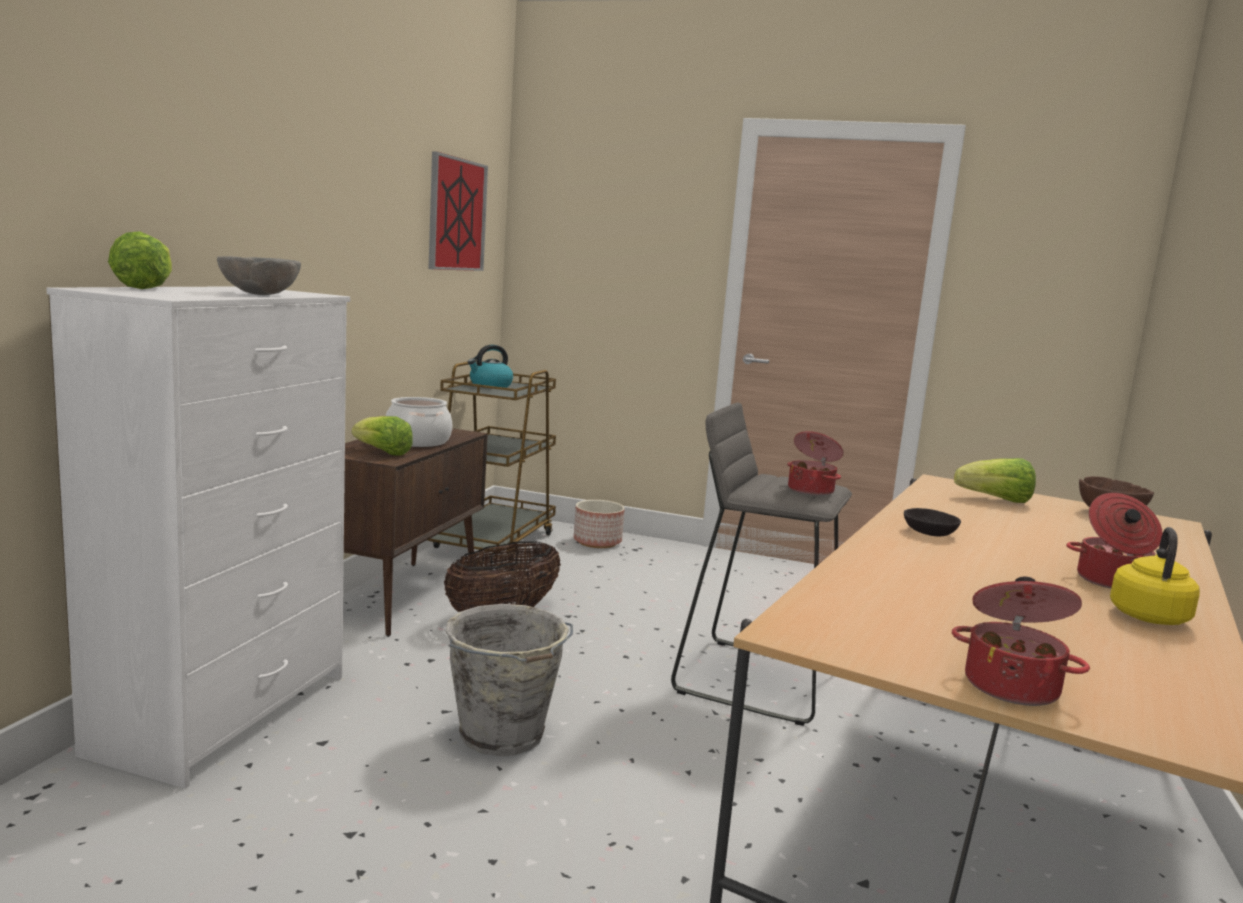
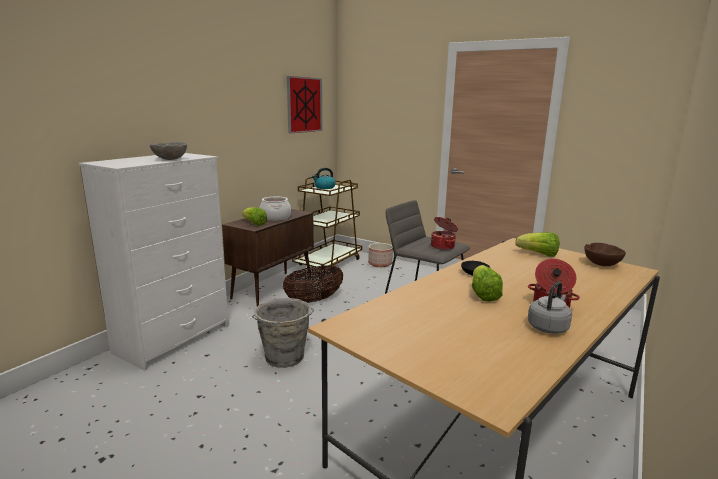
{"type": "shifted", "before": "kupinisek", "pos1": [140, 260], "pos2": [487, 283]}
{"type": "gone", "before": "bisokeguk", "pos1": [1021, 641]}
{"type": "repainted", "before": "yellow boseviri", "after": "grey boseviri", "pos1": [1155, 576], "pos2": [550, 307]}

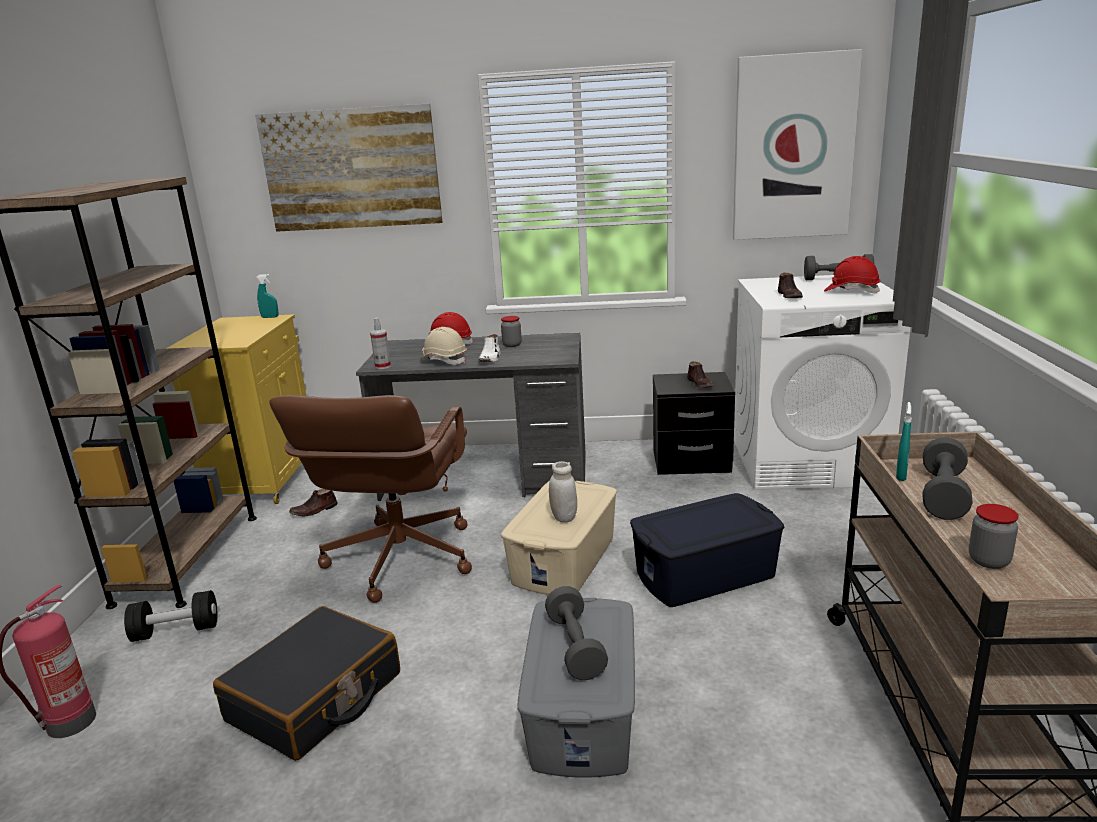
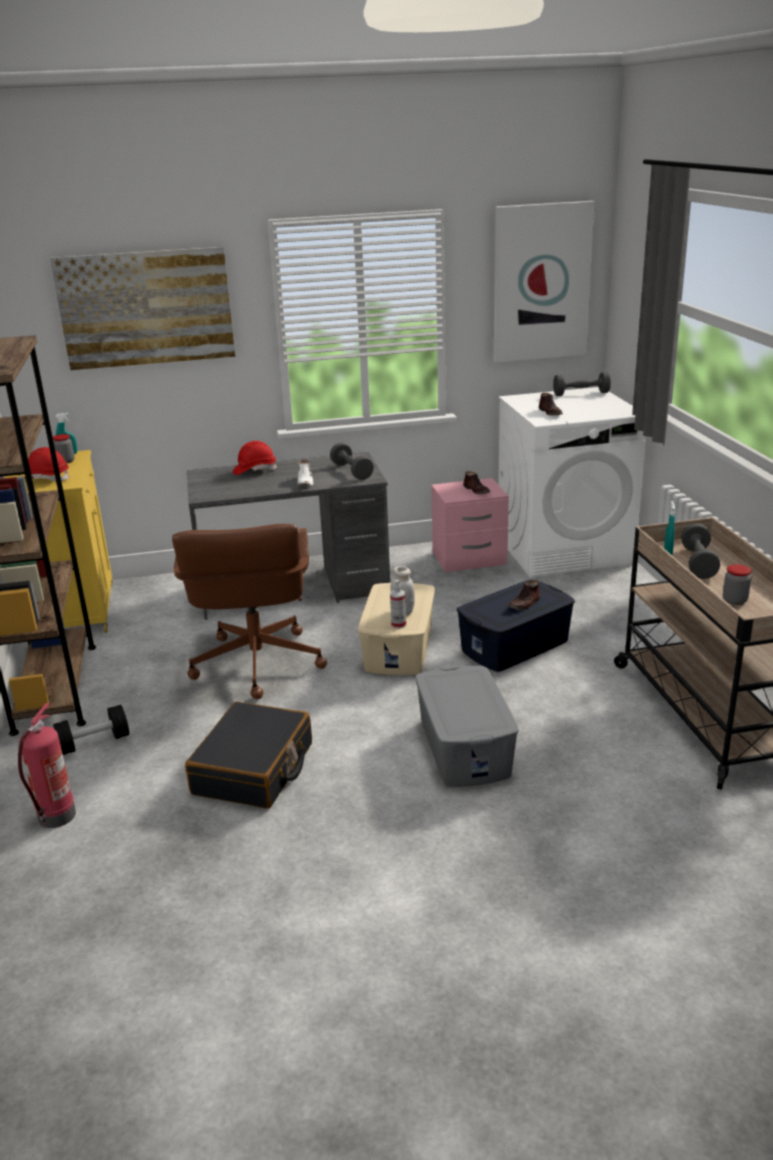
{"type": "shifted", "before": "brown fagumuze", "pos1": [313, 502], "pos2": [524, 595]}
{"type": "shifted", "before": "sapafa", "pos1": [380, 343], "pos2": [398, 604]}
{"type": "gone", "before": "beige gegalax", "pos1": [443, 346]}
{"type": "shifted", "before": "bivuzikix", "pos1": [511, 331], "pos2": [63, 448]}
{"type": "shifted", "before": "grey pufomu", "pos1": [576, 633], "pos2": [352, 461]}
{"type": "repainted", "before": "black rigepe", "after": "pink rigepe", "pos1": [694, 423], "pos2": [470, 525]}
{"type": "shifted", "before": "red gegalax", "pos1": [852, 274], "pos2": [47, 464]}

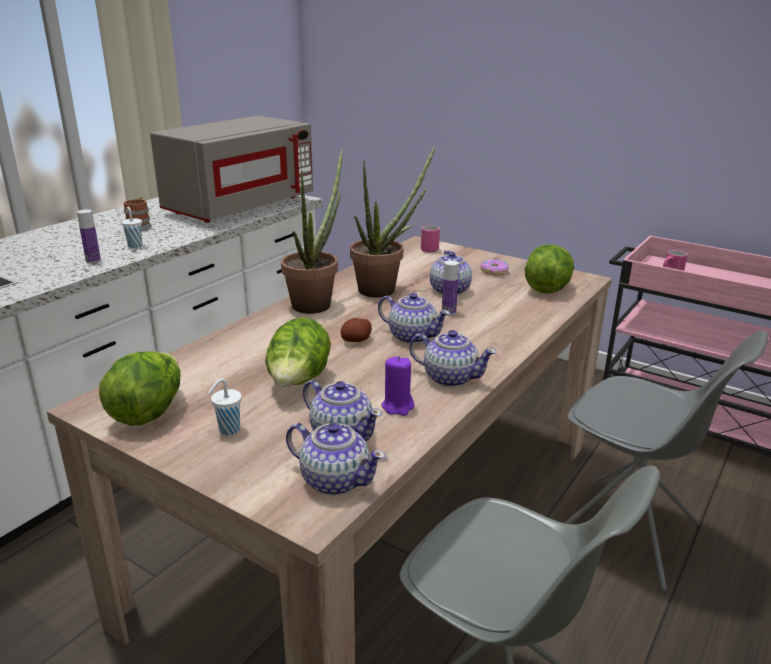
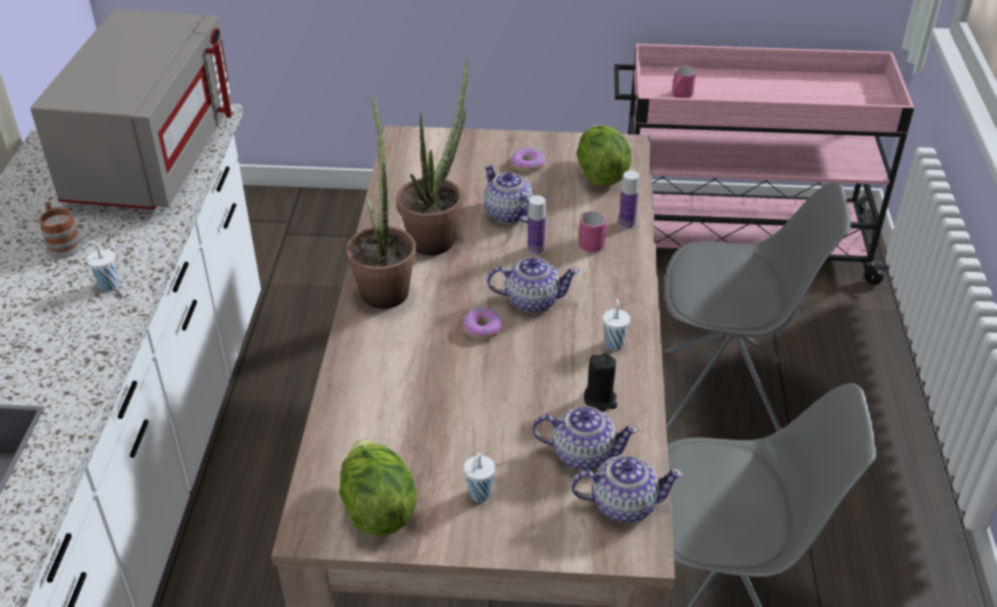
{"type": "shifted", "before": "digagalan", "pos1": [89, 236], "pos2": [629, 200]}
{"type": "gone", "before": "kupinisek", "pos1": [298, 351]}
{"type": "swapped", "before": "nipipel", "after": "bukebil", "pos1": [356, 330], "pos2": [483, 323]}
{"type": "repainted", "before": "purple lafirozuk", "after": "black lafirozuk", "pos1": [397, 386], "pos2": [600, 382]}
{"type": "swapped", "before": "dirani", "after": "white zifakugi", "pos1": [453, 358], "pos2": [616, 325]}
{"type": "shifted", "before": "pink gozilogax", "pos1": [430, 239], "pos2": [592, 231]}

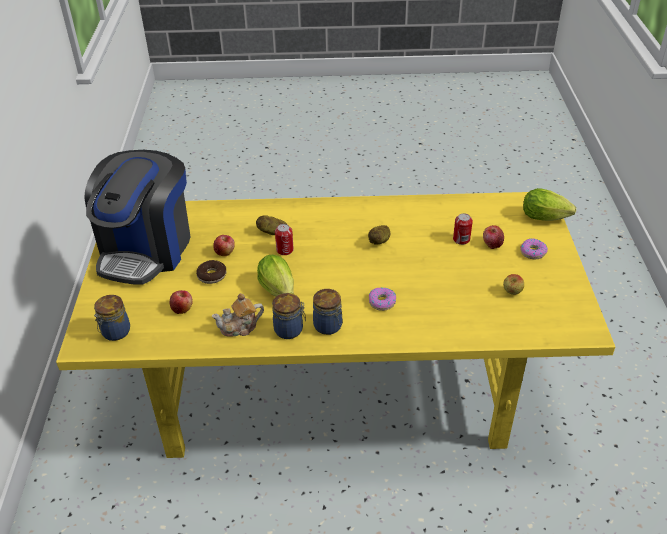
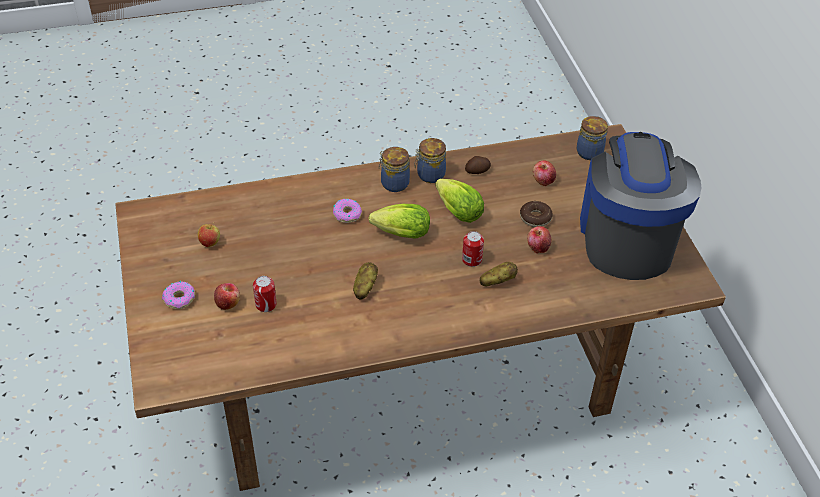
{"type": "repainted", "before": "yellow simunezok", "after": "brown simunezok", "pos1": [335, 325], "pos2": [420, 307]}
{"type": "swapped", "before": "dirani", "after": "nipipel", "pos1": [238, 315], "pos2": [478, 165]}
{"type": "shifted", "before": "kupinisek", "pos1": [549, 204], "pos2": [399, 221]}

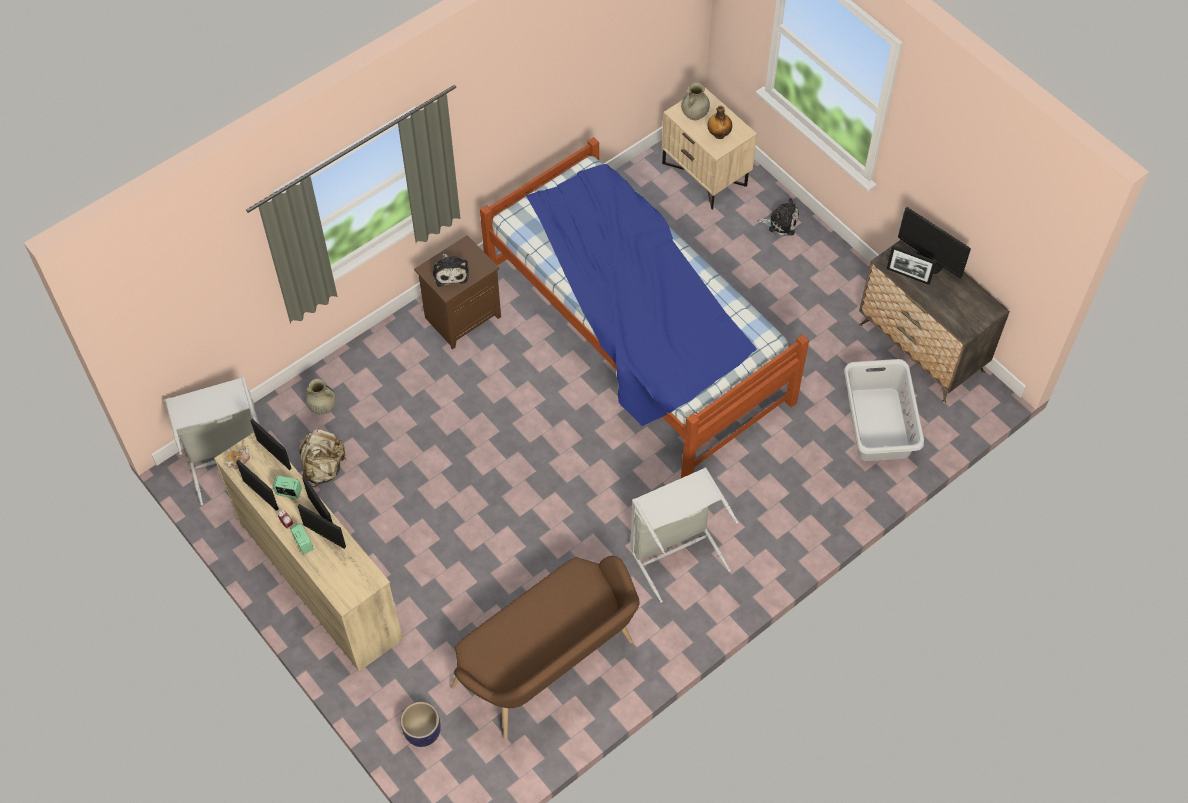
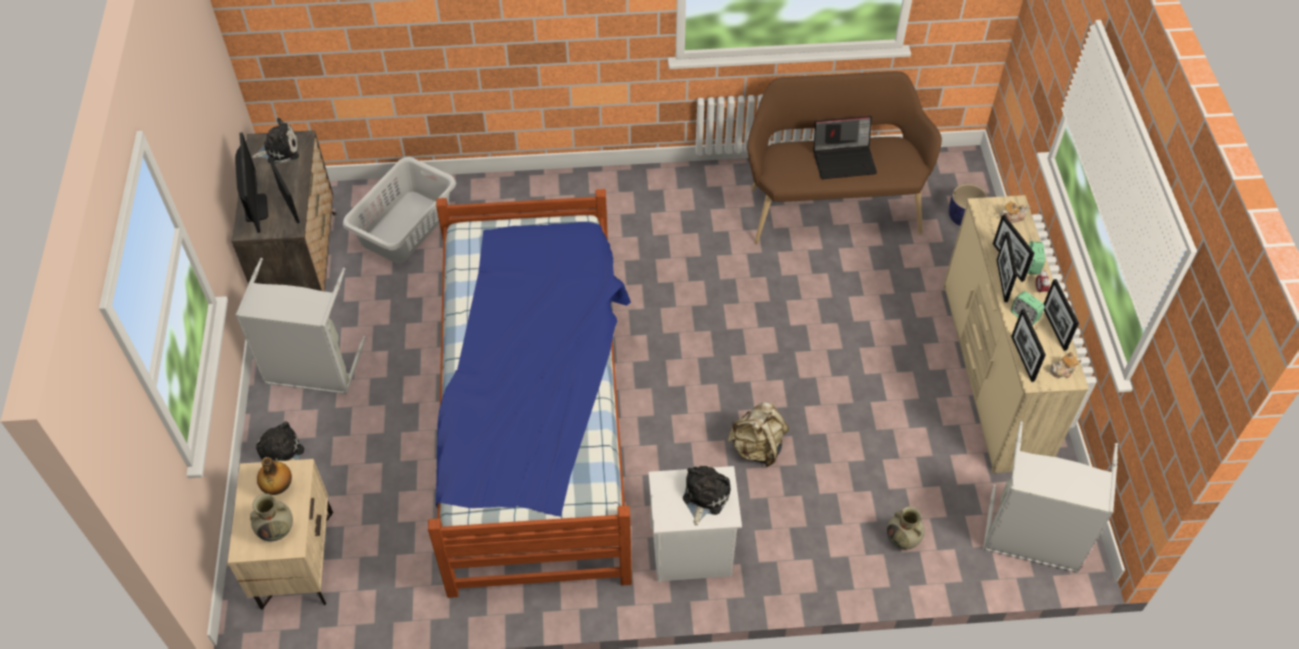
{"type": "shifted", "before": "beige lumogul", "pos1": [323, 458], "pos2": [758, 434]}
{"type": "repainted", "before": "brown rigepe", "after": "white rigepe", "pos1": [457, 292], "pos2": [695, 524]}
{"type": "shifted", "before": "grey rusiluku", "pos1": [684, 535], "pos2": [300, 326]}
{"type": "new", "after": "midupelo", "pos2": [275, 140]}
{"type": "new", "after": "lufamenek", "pos2": [845, 147]}
{"type": "new", "after": "dirani", "pos2": [1015, 212]}

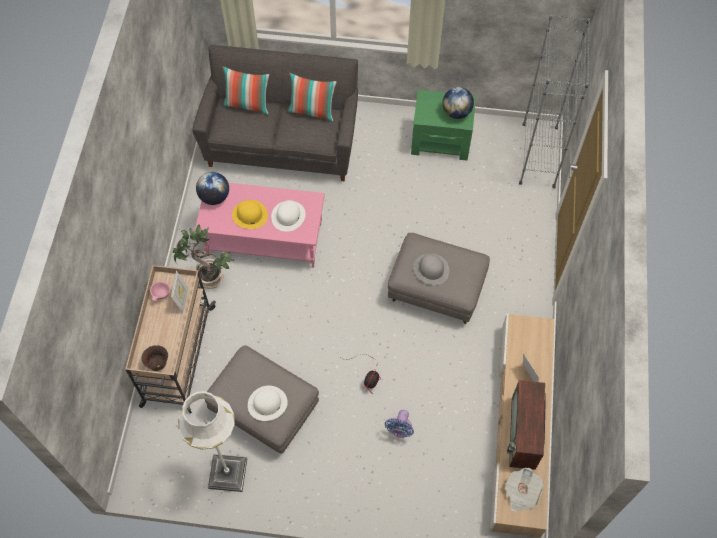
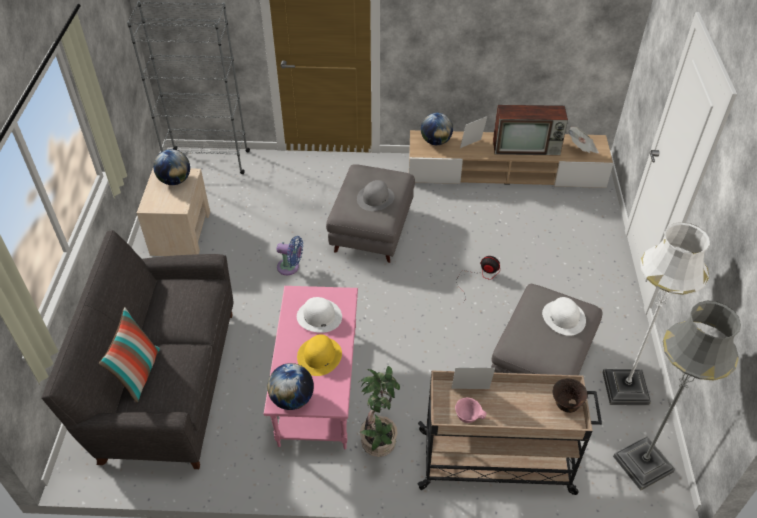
{"type": "gone", "before": "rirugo", "pos1": [312, 97]}
{"type": "shifted", "before": "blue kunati", "pos1": [399, 424], "pos2": [289, 255]}
{"type": "repainted", "before": "green rigepe", "after": "beige rigepe", "pos1": [443, 125], "pos2": [173, 212]}
{"type": "new", "after": "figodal", "pos2": [437, 129]}
{"type": "new", "after": "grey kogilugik", "pos2": [677, 396]}

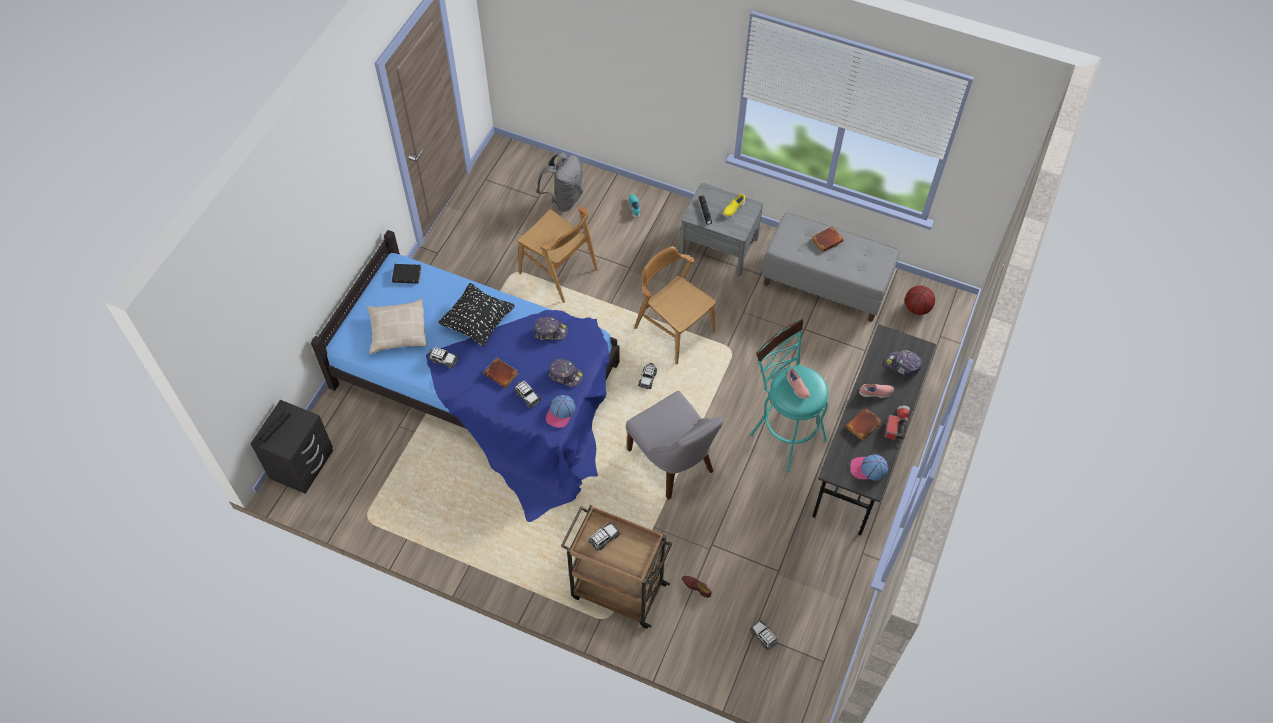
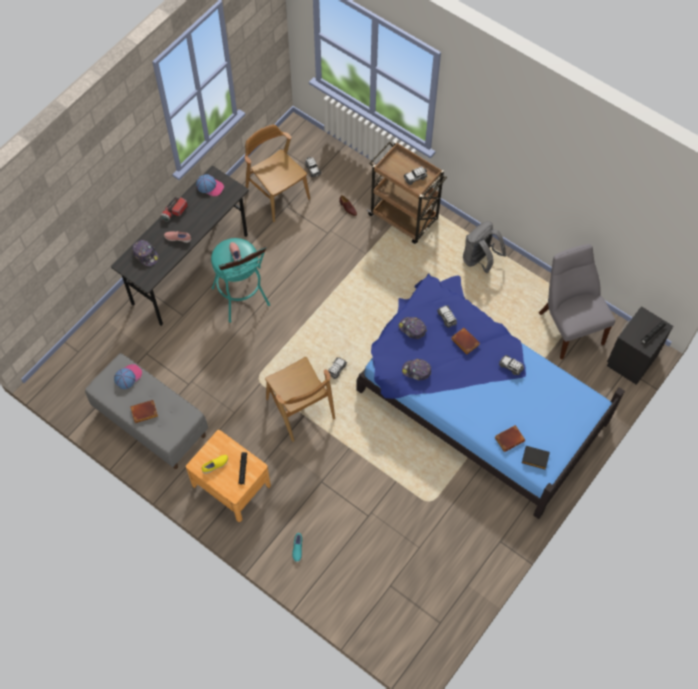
{"type": "gone", "before": "beige rirugo", "pos1": [397, 326]}
{"type": "gone", "before": "black rirugo", "pos1": [476, 315]}
{"type": "shifted", "before": "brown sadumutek", "pos1": [557, 254], "pos2": [277, 173]}
{"type": "shifted", "before": "grey lumogul", "pos1": [559, 182], "pos2": [484, 247]}
{"type": "shifted", "before": "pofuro", "pos1": [561, 411], "pos2": [128, 376]}
{"type": "shifted", "before": "grey sadumutek", "pos1": [674, 445], "pos2": [577, 301]}
{"type": "repainted", "before": "grey rigepe", "after": "brown rigepe", "pos1": [721, 229], "pos2": [228, 476]}
{"type": "shifted", "before": "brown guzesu", "pos1": [864, 424], "pos2": [510, 438]}
{"type": "gone", "before": "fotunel", "pos1": [920, 300]}

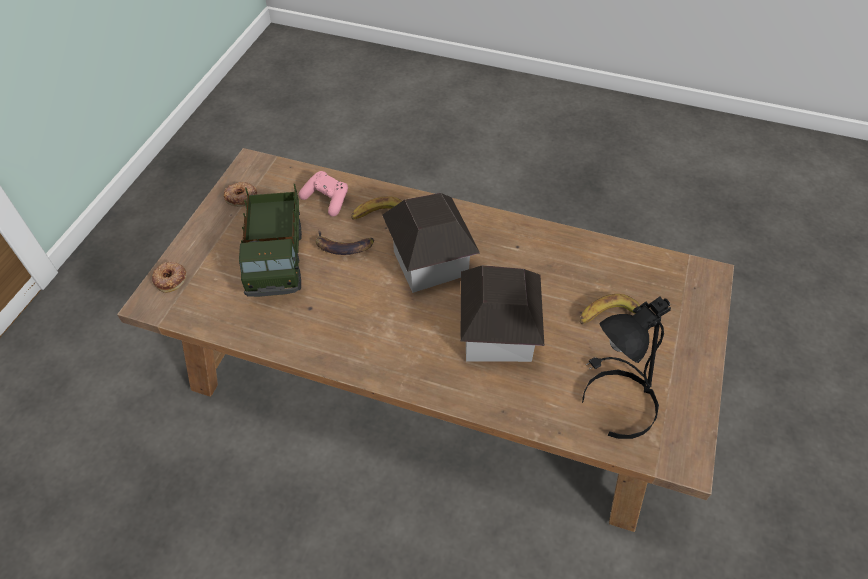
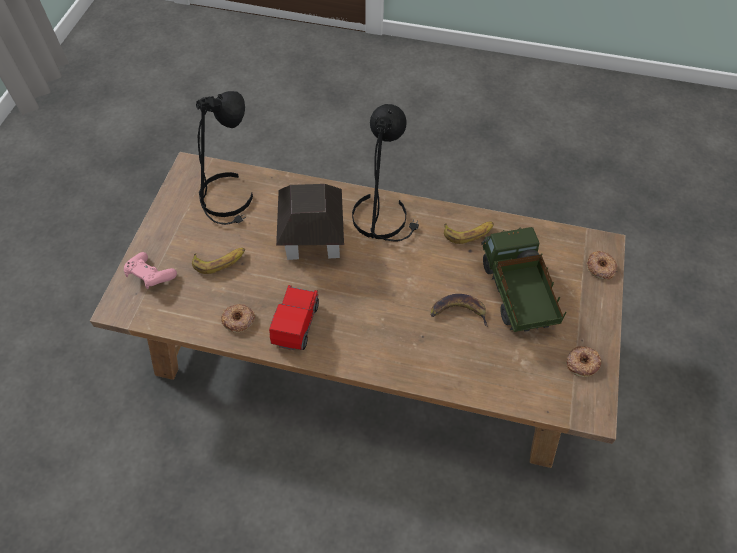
{"type": "shifted", "before": "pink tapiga", "pos1": [323, 194], "pos2": [150, 270]}
{"type": "shifted", "before": "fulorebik", "pos1": [376, 208], "pos2": [469, 232]}
{"type": "gone", "before": "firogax", "pos1": [431, 243]}
{"type": "new", "after": "bukebil", "pos2": [238, 318]}
{"type": "new", "after": "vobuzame", "pos2": [294, 317]}
{"type": "new", "after": "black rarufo", "pos2": [385, 172]}

